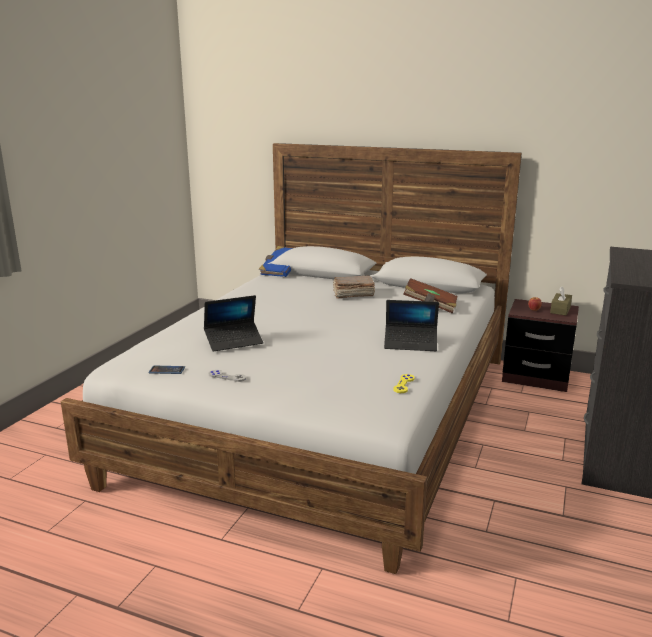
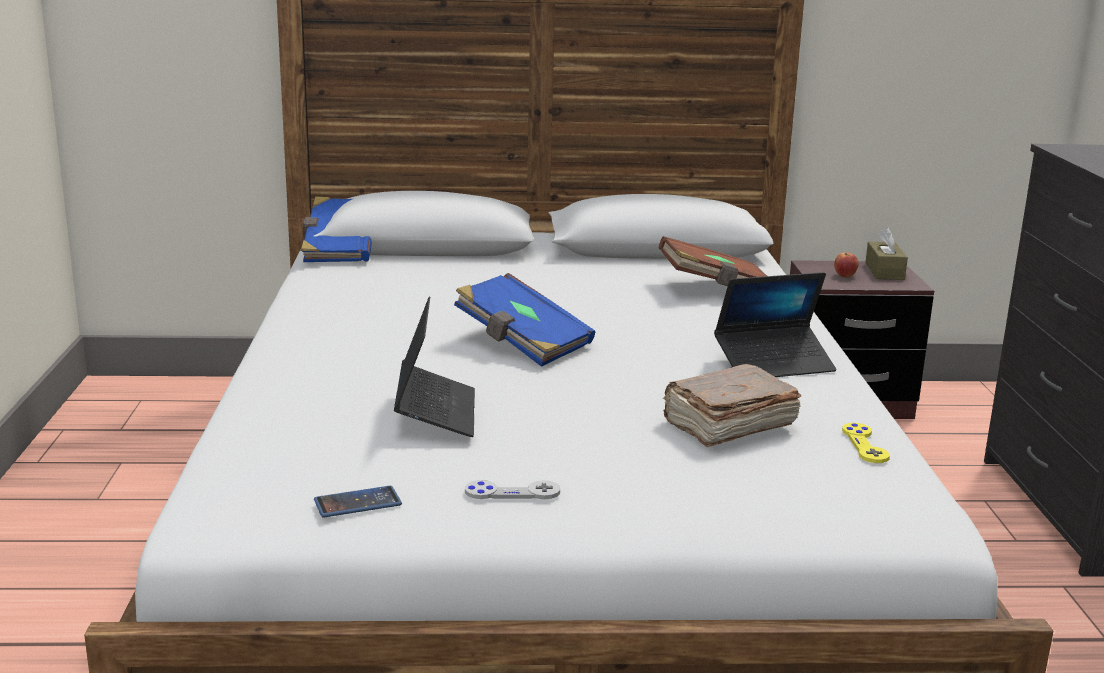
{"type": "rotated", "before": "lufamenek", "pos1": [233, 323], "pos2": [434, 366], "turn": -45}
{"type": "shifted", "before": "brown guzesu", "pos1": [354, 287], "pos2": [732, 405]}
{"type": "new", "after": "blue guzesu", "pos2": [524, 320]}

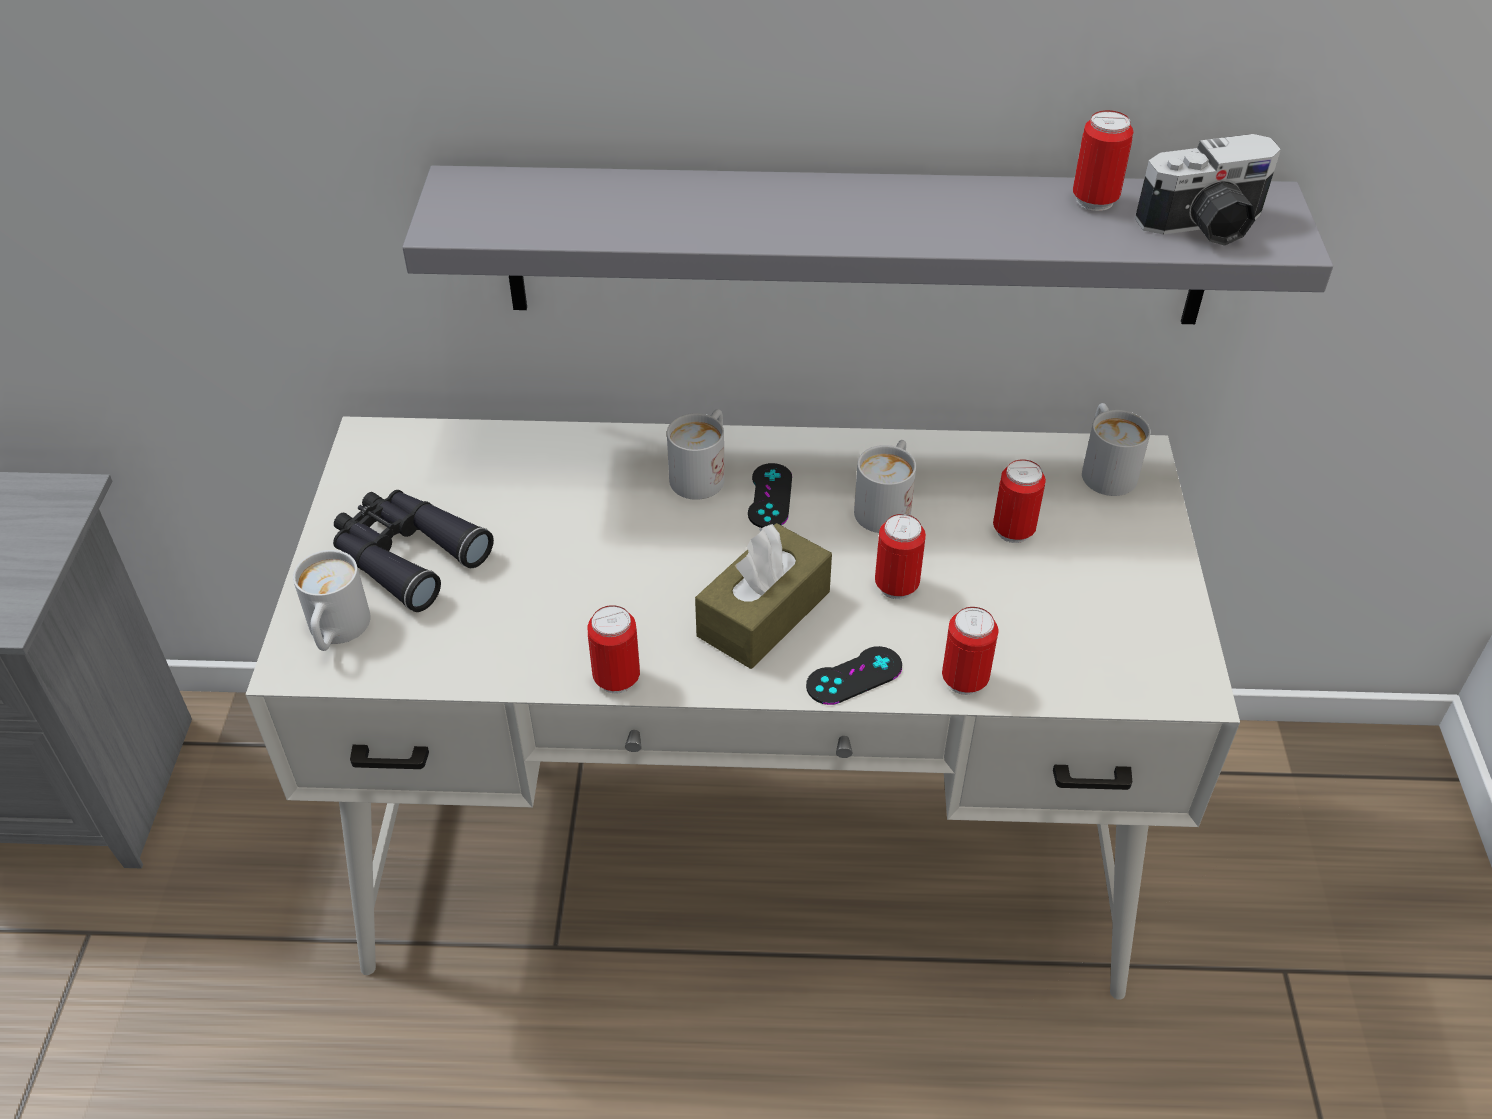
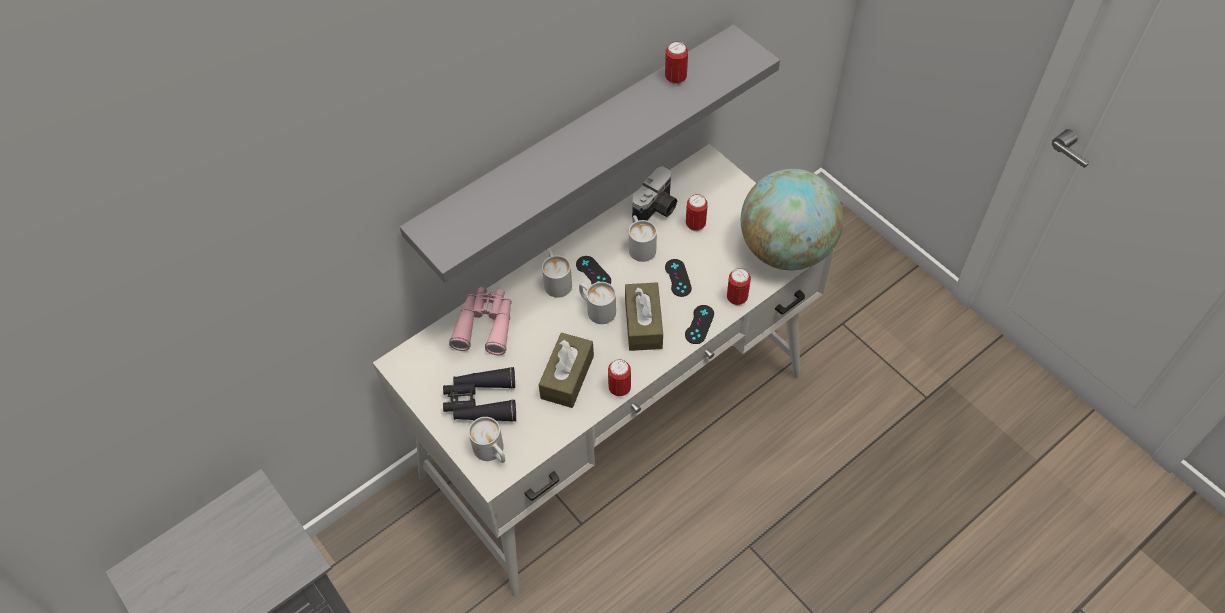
{"type": "swapped", "before": "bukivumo", "after": "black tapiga", "pos1": [900, 556], "pos2": [678, 278]}
{"type": "shifted", "before": "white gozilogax", "pos1": [1116, 449], "pos2": [597, 303]}
{"type": "shifted", "before": "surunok", "pos1": [1208, 190], "pos2": [654, 193]}
{"type": "new", "after": "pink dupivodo", "pos2": [480, 321]}
{"type": "new", "after": "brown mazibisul", "pos2": [566, 370]}
{"type": "new", "after": "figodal", "pos2": [792, 219]}

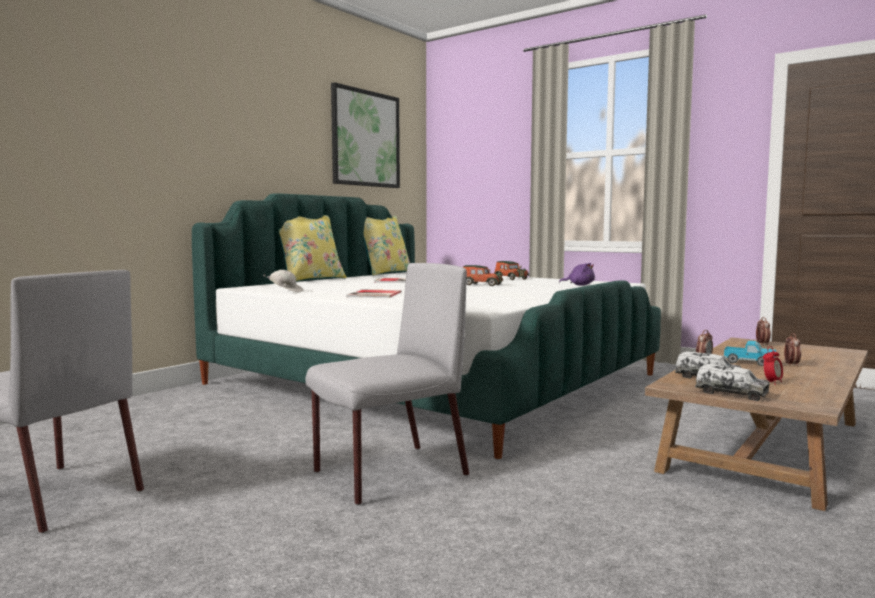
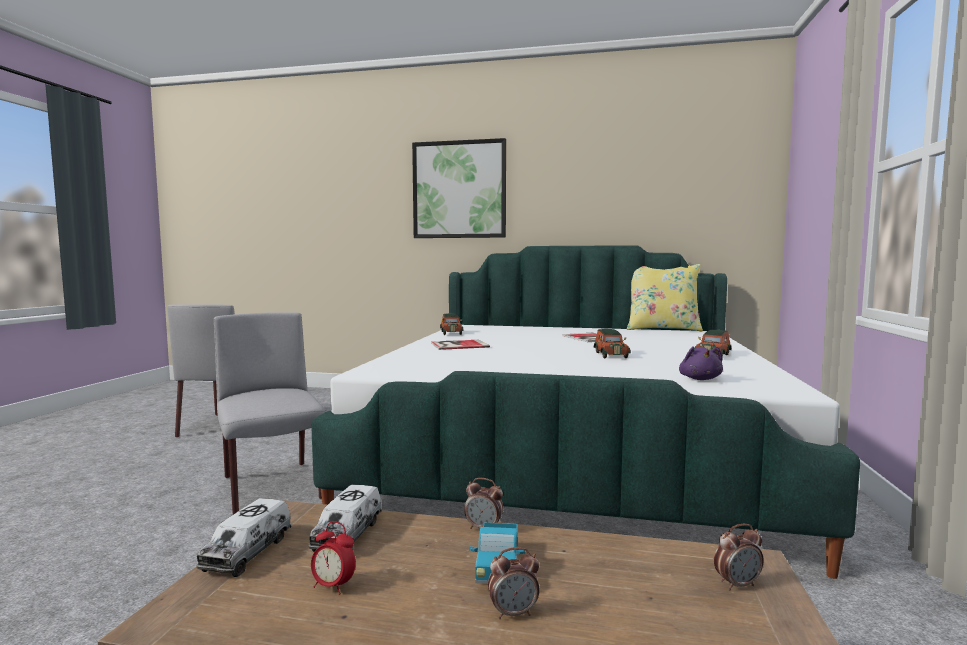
{"type": "swapped", "before": "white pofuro", "after": "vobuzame", "pos1": [283, 281], "pos2": [451, 324]}
{"type": "gone", "before": "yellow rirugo", "pos1": [312, 248]}
{"type": "rotated", "before": "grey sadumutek", "pos1": [387, 384], "pos2": [270, 413], "turn": -150}
{"type": "shifted", "before": "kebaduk", "pos1": [365, 135], "pos2": [459, 188]}

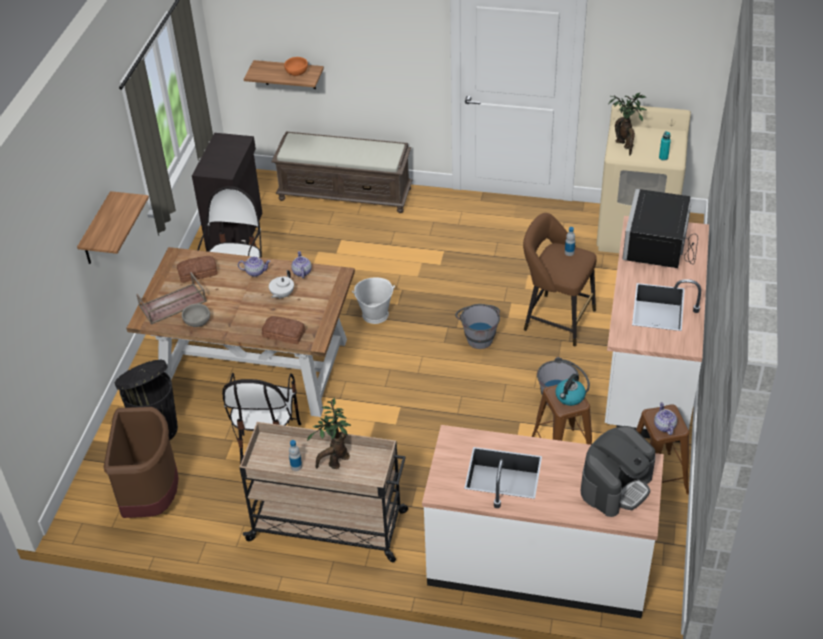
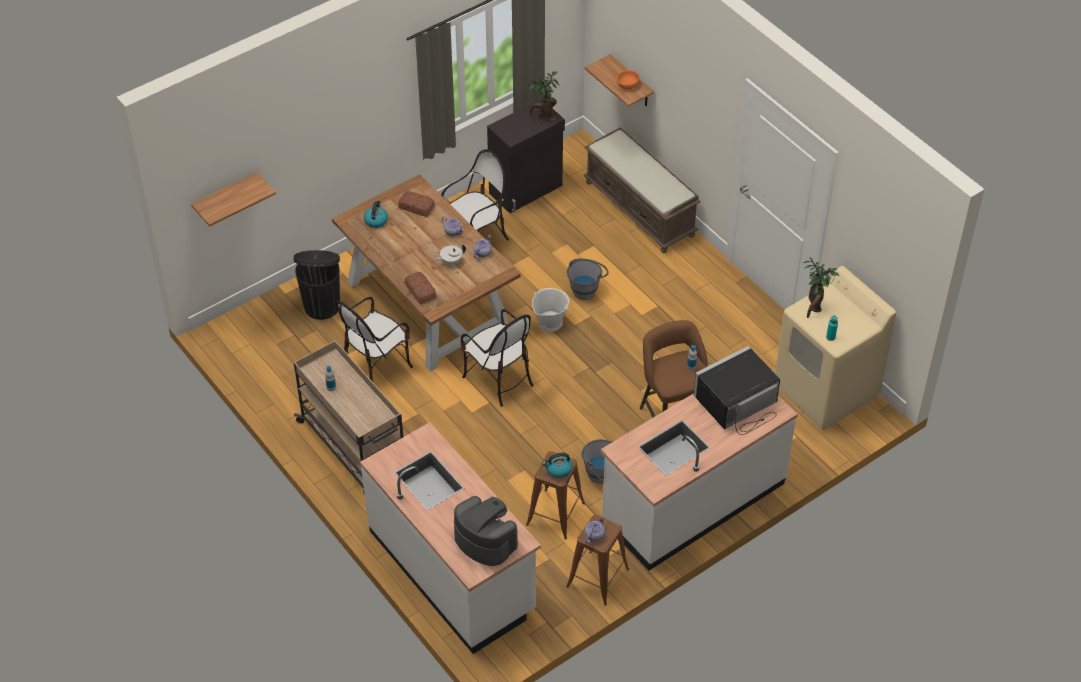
{"type": "shifted", "before": "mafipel", "pos1": [113, 227], "pos2": [233, 199]}
{"type": "gone", "before": "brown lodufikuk", "pos1": [141, 462]}
{"type": "swapped", "before": "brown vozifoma", "after": "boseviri", "pos1": [171, 298], "pos2": [376, 214]}
{"type": "gone", "before": "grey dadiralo", "pos1": [196, 315]}
{"type": "shifted", "before": "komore", "pos1": [329, 433], "pos2": [541, 96]}
{"type": "shifted", "before": "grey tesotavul", "pos1": [477, 326], "pos2": [588, 279]}
{"type": "rotated", "before": "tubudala", "pos1": [617, 471], "pos2": [486, 531], "turn": -135}
{"type": "new", "after": "sadumutek", "pos2": [496, 358]}

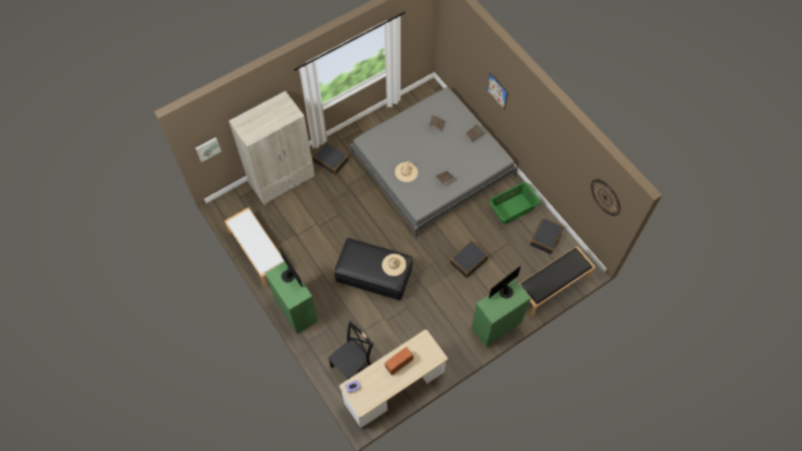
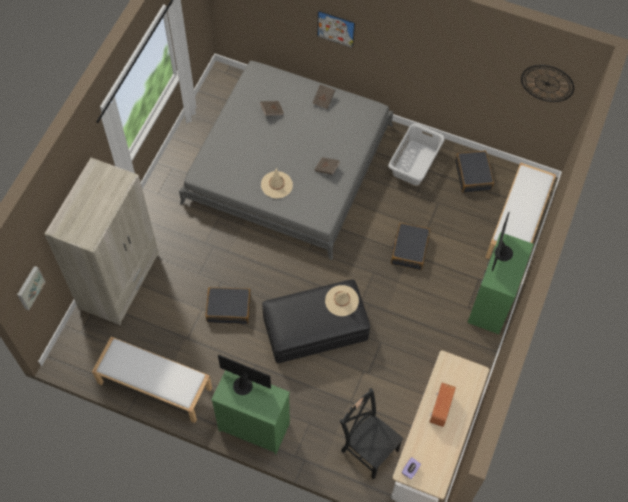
{"type": "shifted", "before": "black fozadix", "pos1": [330, 158], "pos2": [228, 305]}
{"type": "rotated", "before": "black sadumutek", "pos1": [351, 350], "pos2": [372, 433], "turn": -60}
{"type": "repainted", "before": "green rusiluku", "after": "grey rusiluku", "pos1": [514, 203], "pos2": [416, 154]}
{"type": "repainted", "before": "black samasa", "after": "white samasa", "pos1": [558, 281], "pos2": [520, 211]}

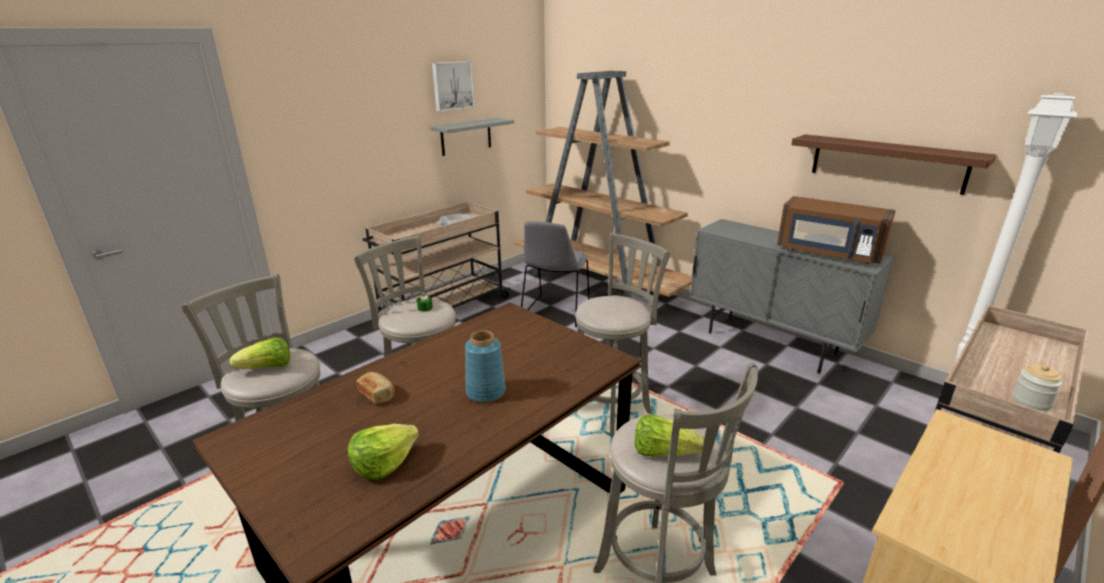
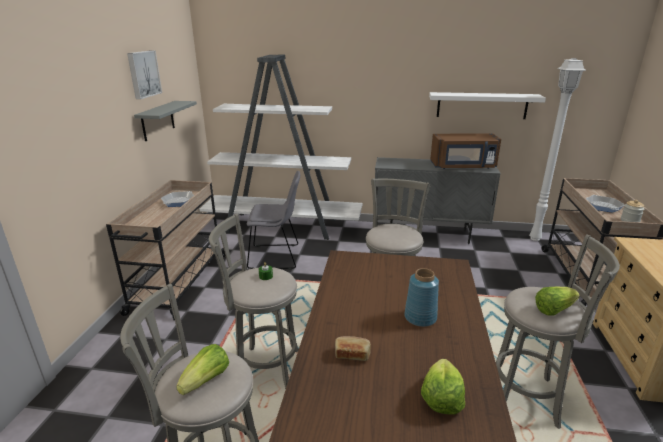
{"type": "repainted", "before": "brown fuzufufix", "after": "white fuzufufix", "pos1": [603, 184], "pos2": [280, 147]}
{"type": "rotated", "before": "grey sadumutek", "pos1": [555, 274], "pos2": [273, 220], "turn": -75}
{"type": "repainted", "before": "brown mafipel", "after": "white mafipel", "pos1": [893, 164], "pos2": [487, 105]}
{"type": "new", "after": "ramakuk", "pos2": [605, 204]}

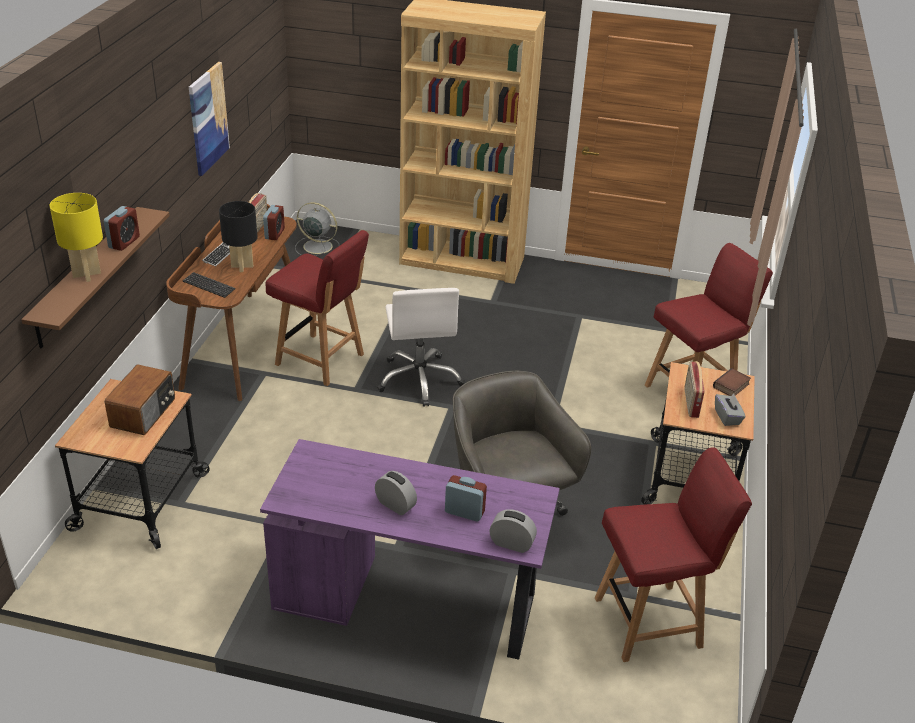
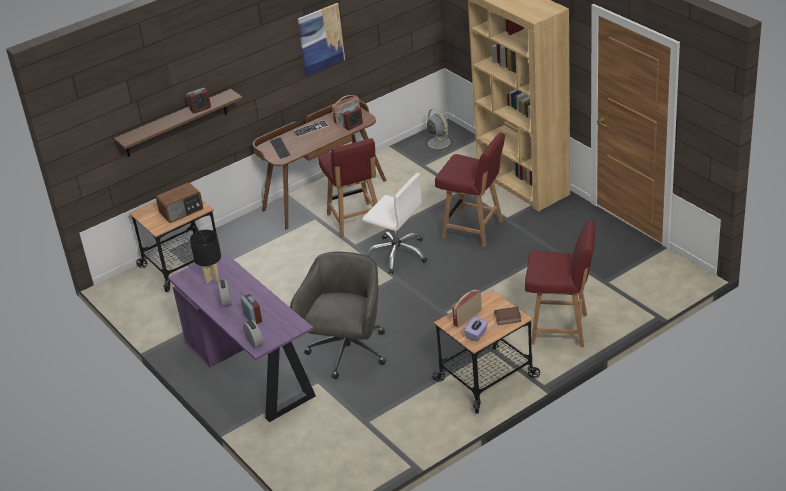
{"type": "gone", "before": "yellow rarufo", "pos1": [76, 237]}
{"type": "shifted", "before": "black rarufo", "pos1": [238, 236], "pos2": [205, 256]}
{"type": "rotated", "before": "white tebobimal", "pos1": [421, 347], "pos2": [394, 223], "turn": -90}
{"type": "shifted", "before": "red sadumutek", "pos1": [673, 554], "pos2": [470, 190]}
{"type": "repainted", "before": "grey mazibisul", "after": "purple mazibisul", "pos1": [730, 409], "pos2": [476, 328]}

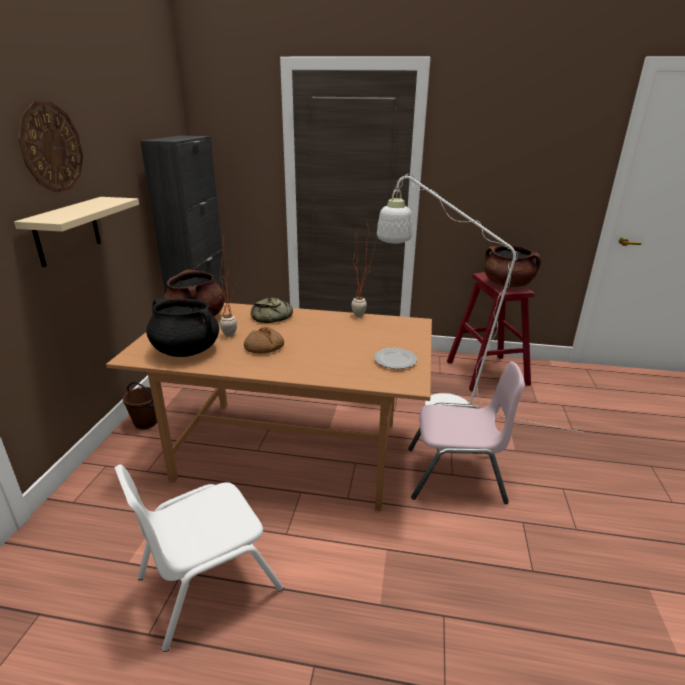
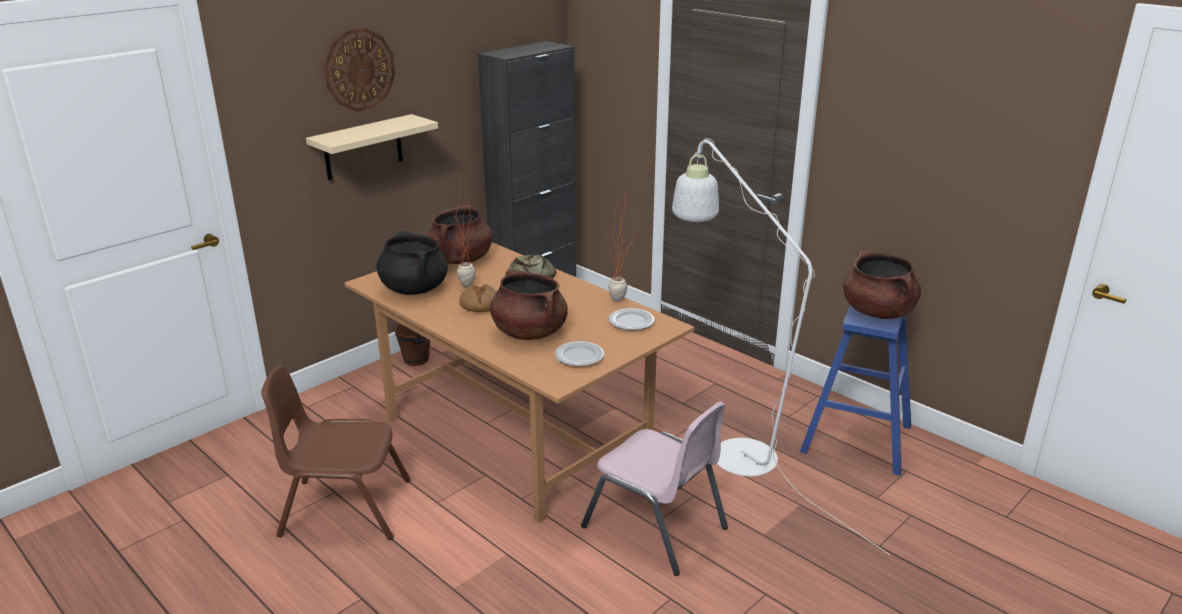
{"type": "repainted", "before": "white sadumutek", "after": "brown sadumutek", "pos1": [199, 558], "pos2": [336, 452]}
{"type": "repainted", "before": "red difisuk", "after": "blue difisuk", "pos1": [490, 332], "pos2": [855, 390]}
{"type": "new", "after": "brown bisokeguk", "pos2": [529, 304]}
{"type": "new", "after": "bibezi", "pos2": [631, 319]}

